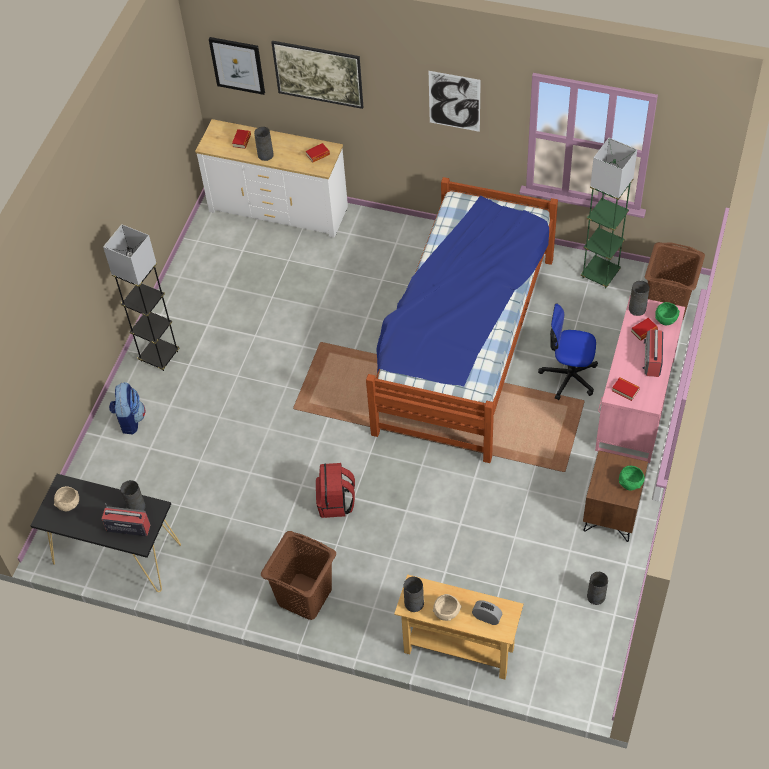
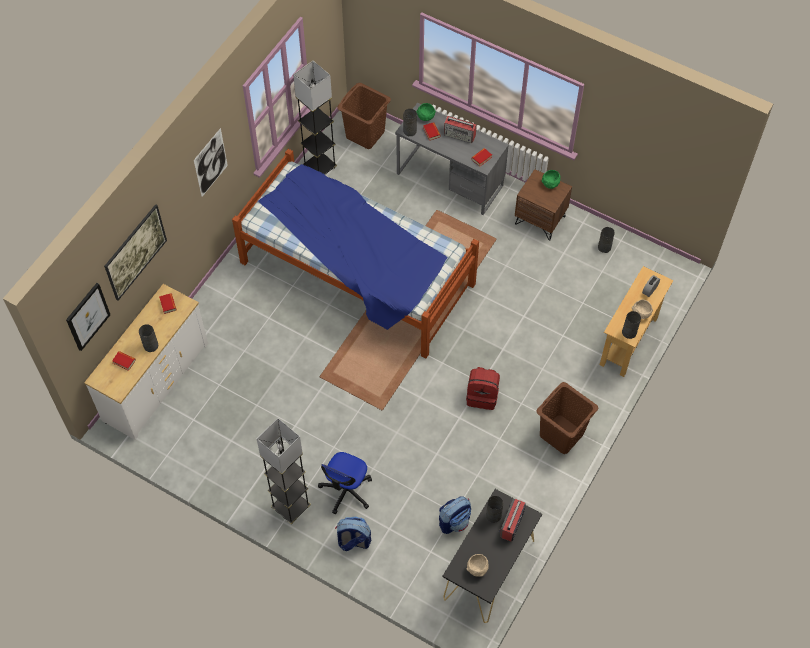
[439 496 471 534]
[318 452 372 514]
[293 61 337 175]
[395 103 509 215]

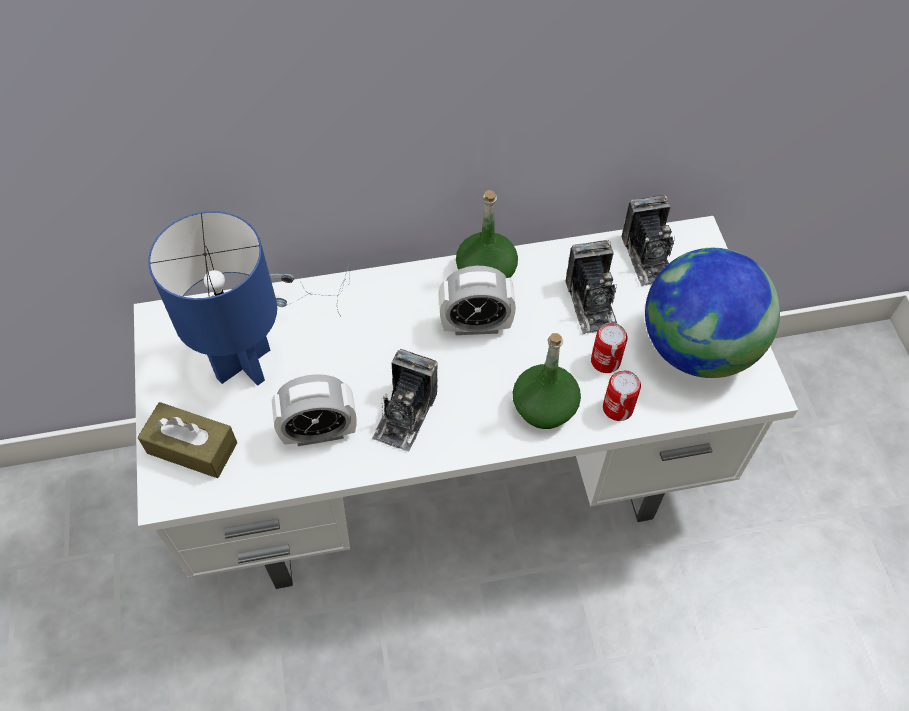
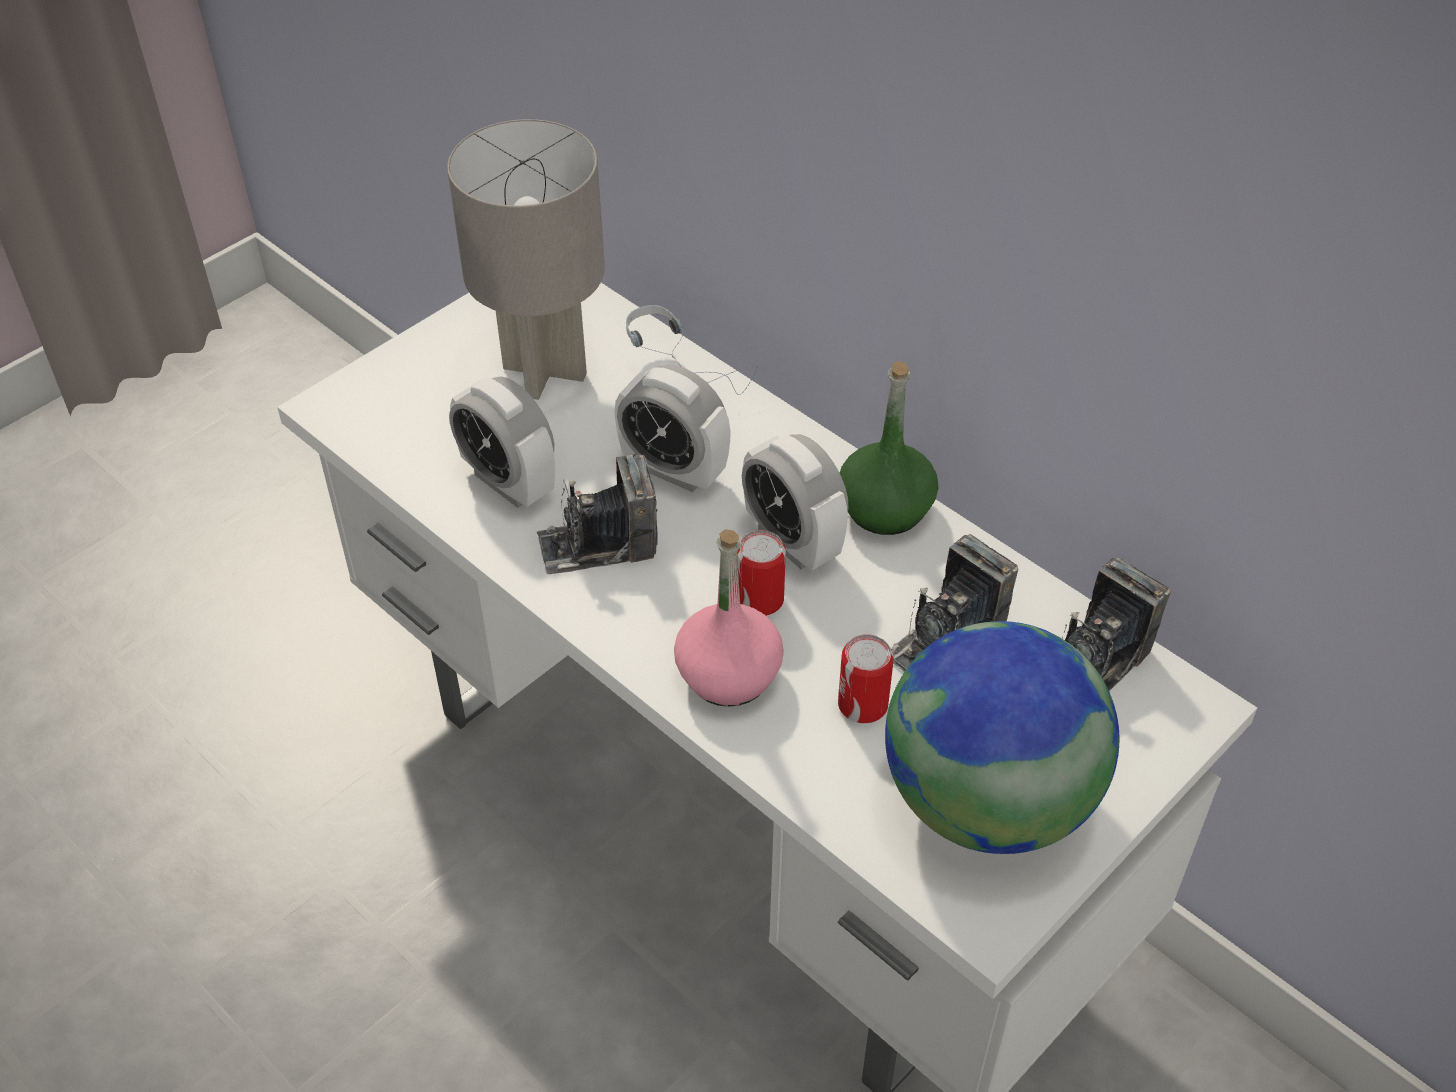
[138 402 237 478] (first image)
[615 365 731 492]
[737 530 786 616]
[447 119 605 400]
[674 529 784 707]

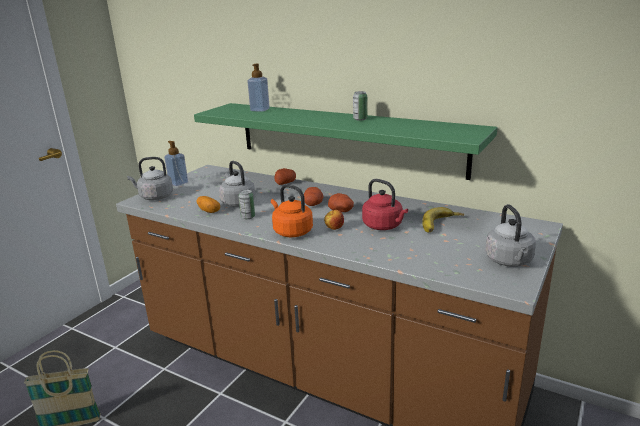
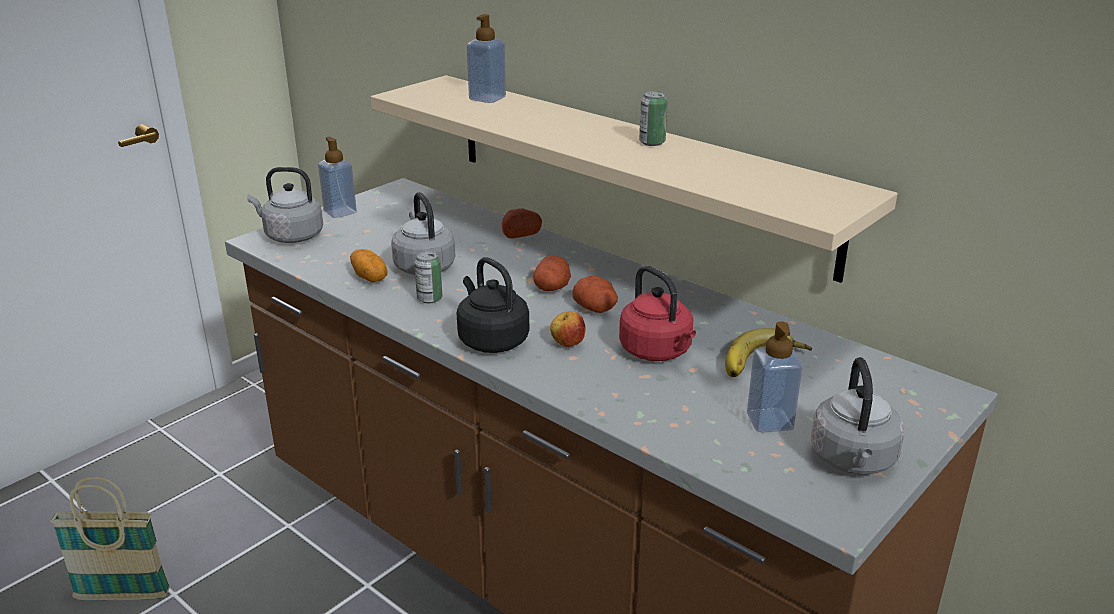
[747 321 803 432]
[371 75 898 283]
[457 257 529 353]

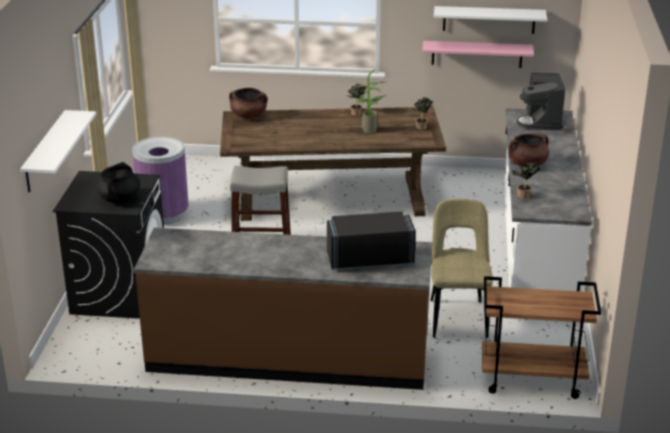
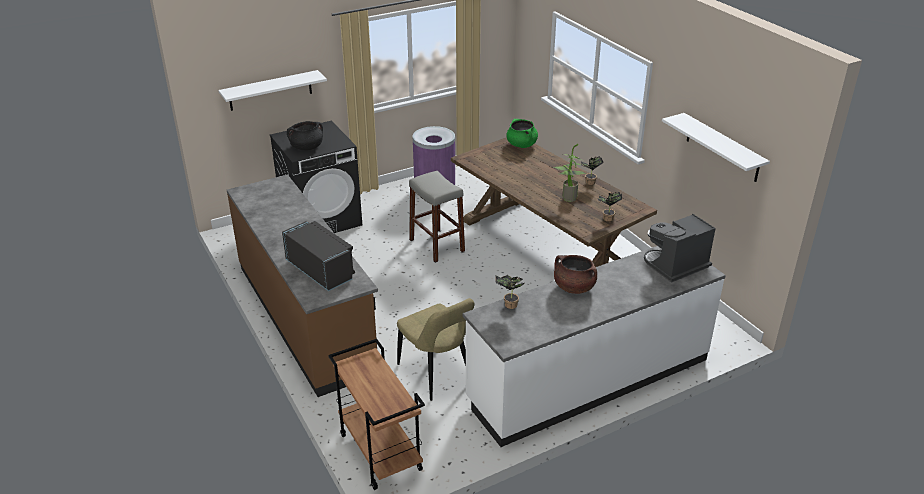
[422 41 534 68] (first image)
[506 119 538 148]
[397 298 475 401]

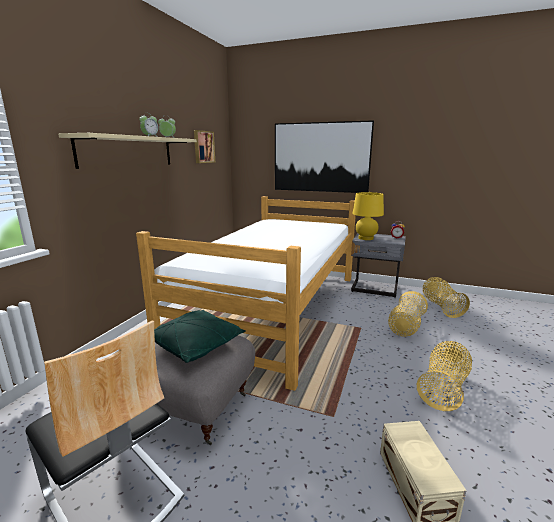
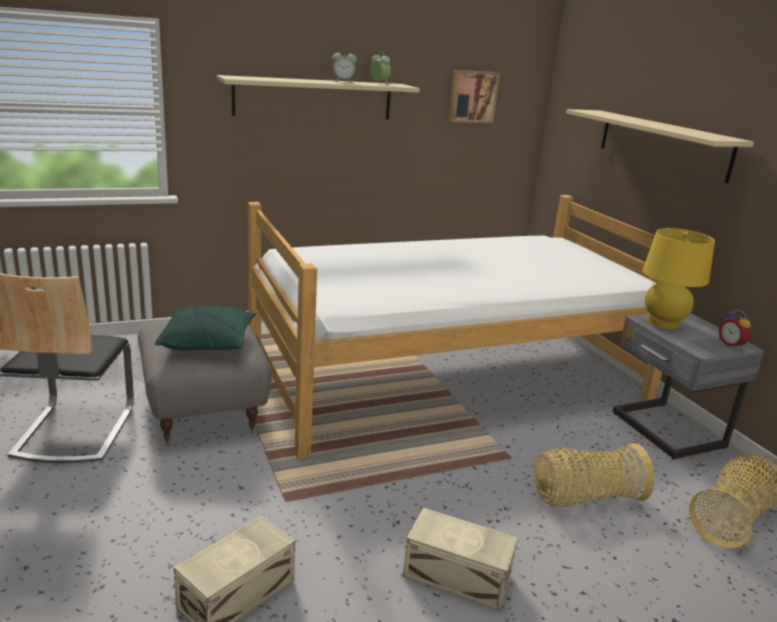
[566 109 754 183]
[403 508 518 611]

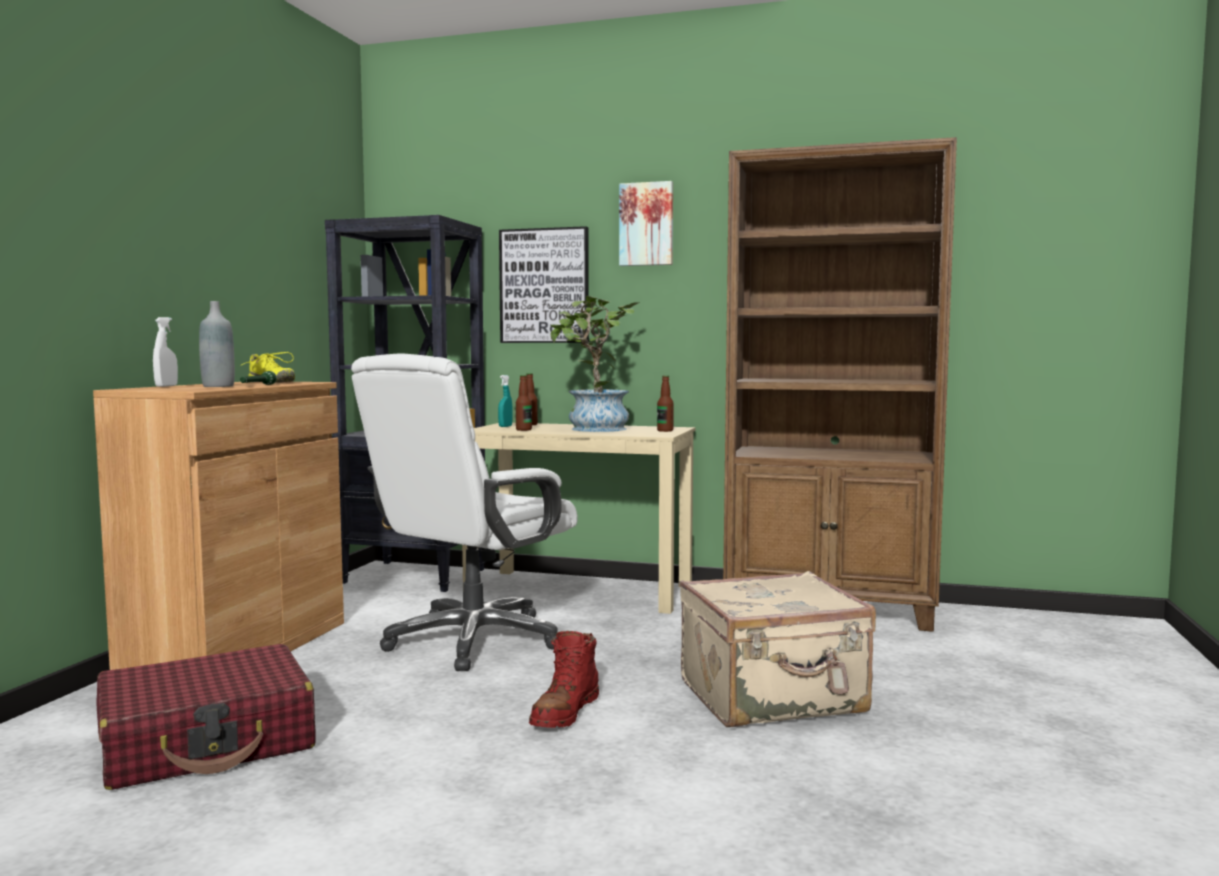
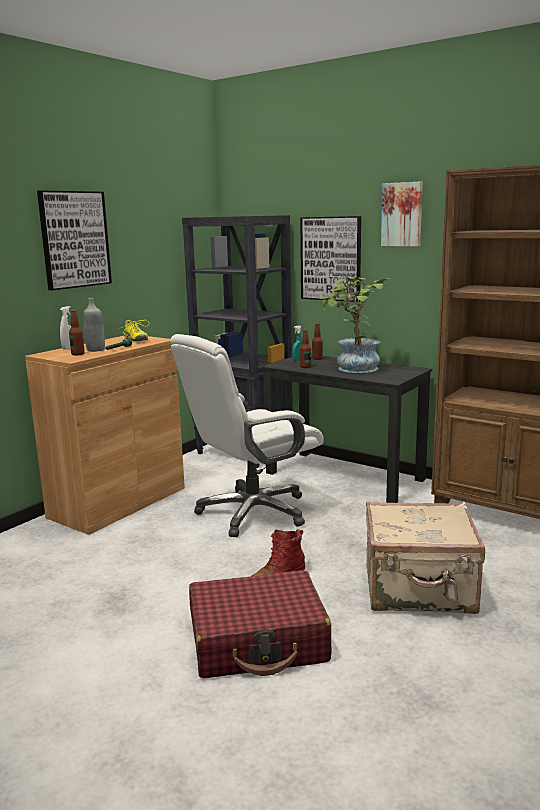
[37 190 112 290]
[189 570 332 678]
[69 310 85 356]
[262 355 432 503]

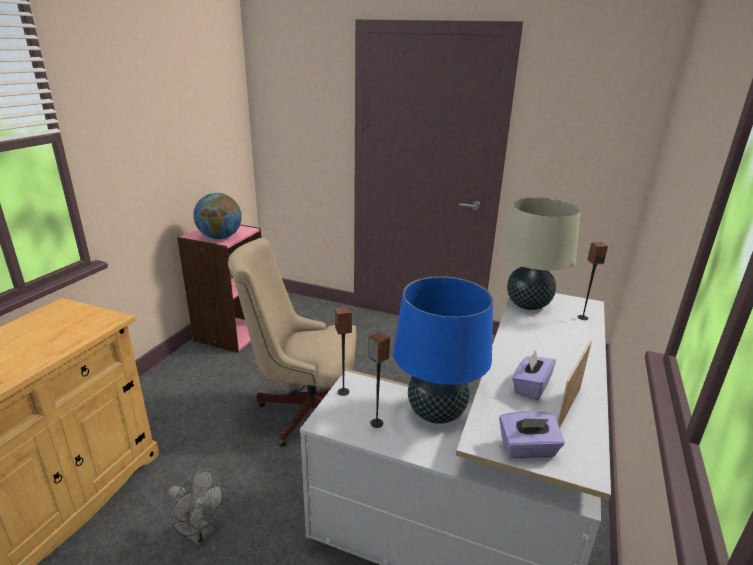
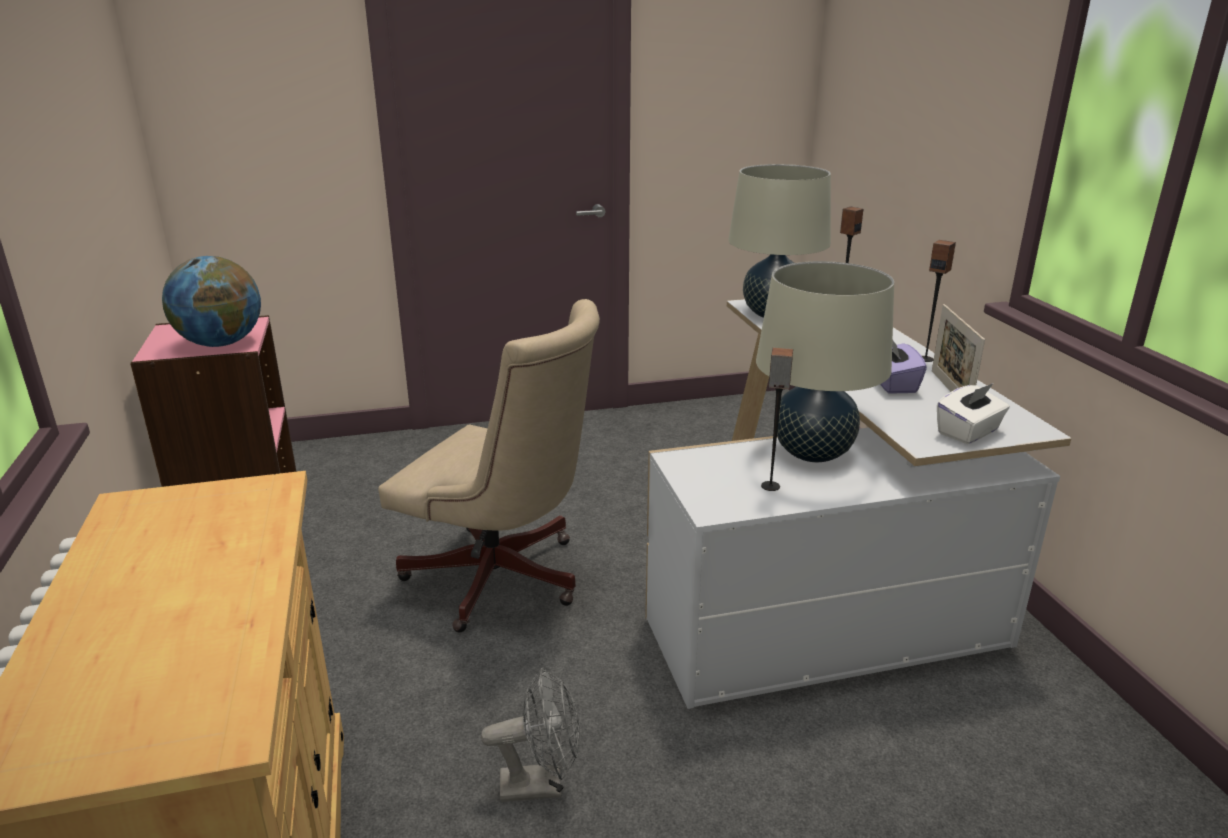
[922 240 956 362]
[756 261 894 462]
[937 383 1010 444]
[378 299 600 633]

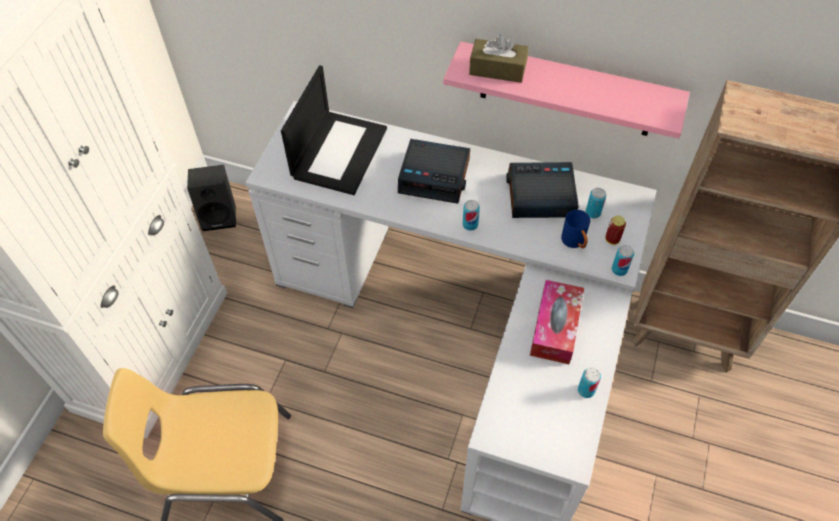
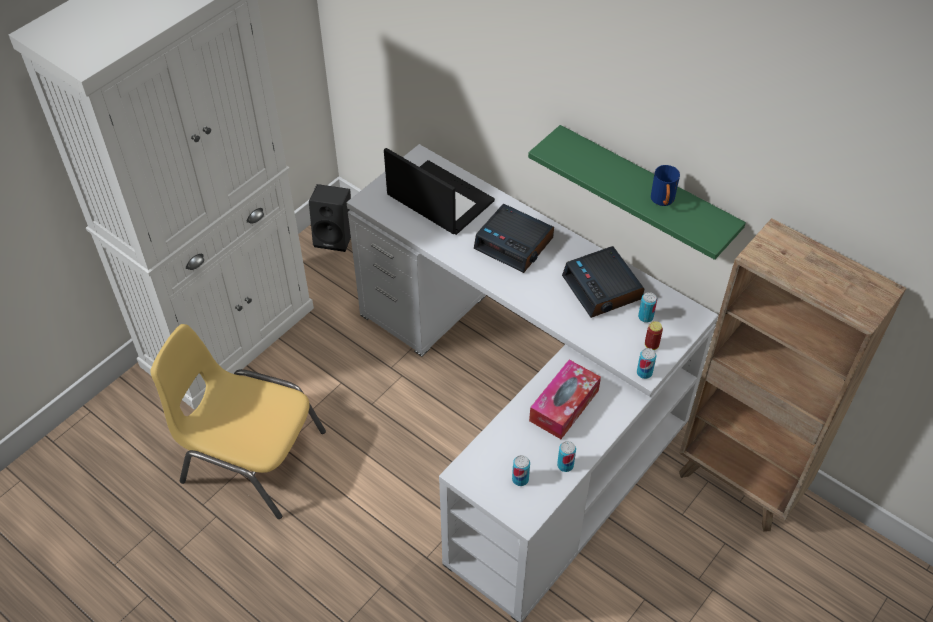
[469 35 528 83] (first image)
[512 455 530 486]
[651 165 680 206]
[528 125 746 260]
[384 148 495 235]
[562 246 644 318]

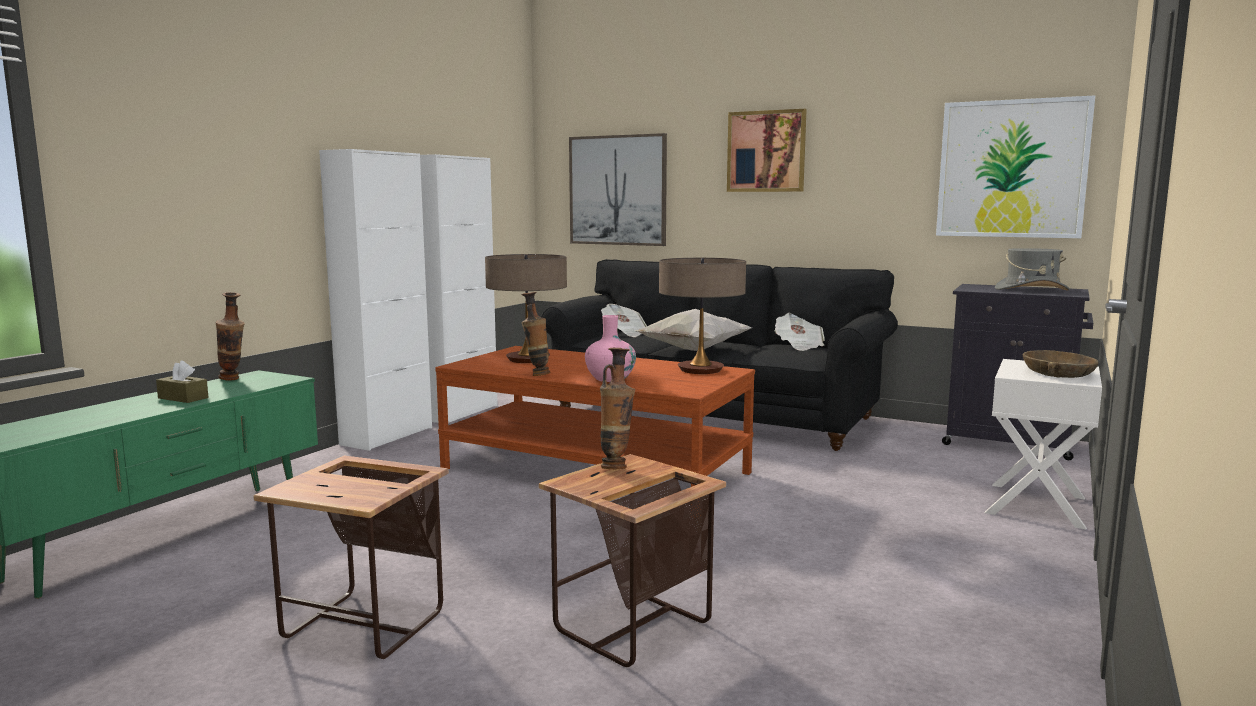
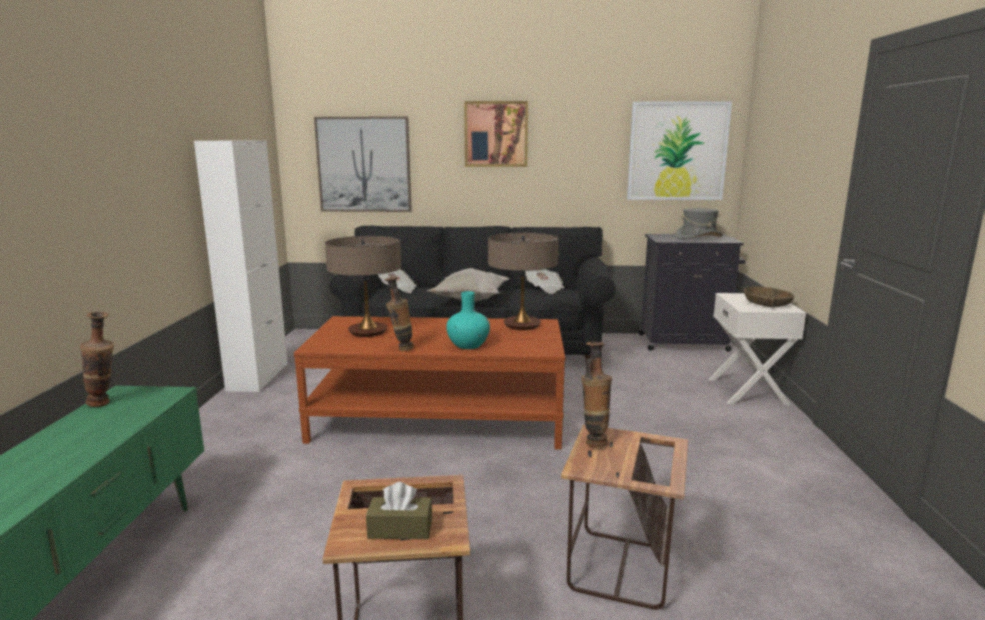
[319 149 432 451] (first image)
[366 482 432 539]
[446 291 490 349]

